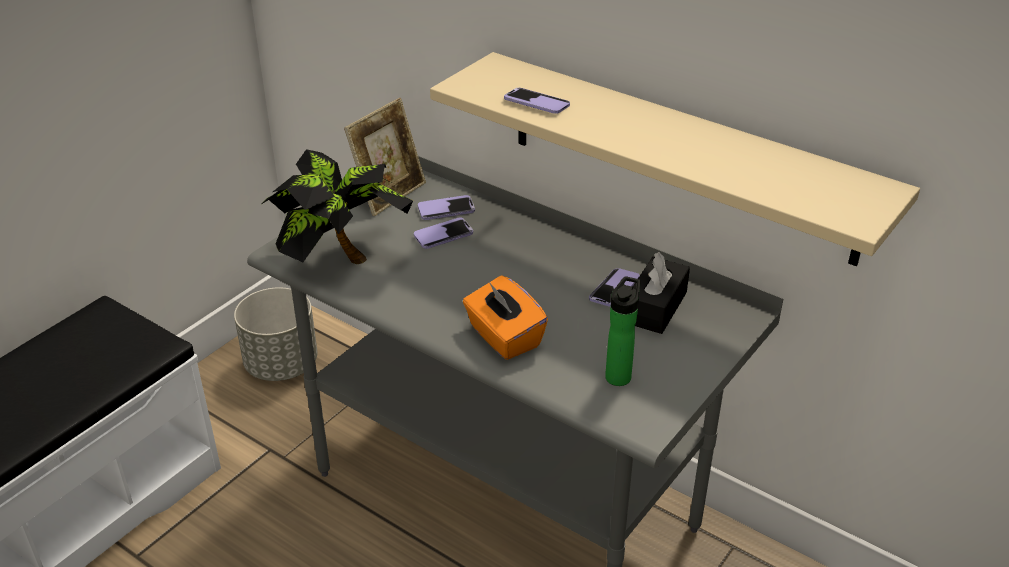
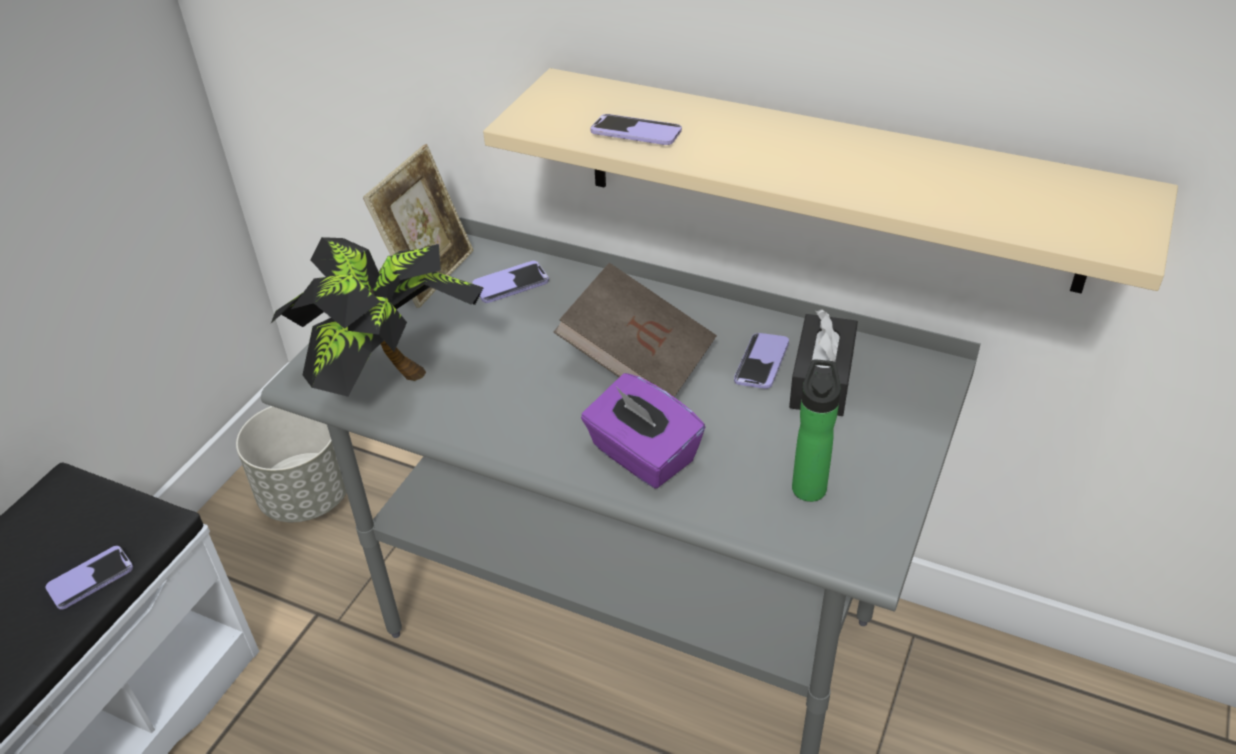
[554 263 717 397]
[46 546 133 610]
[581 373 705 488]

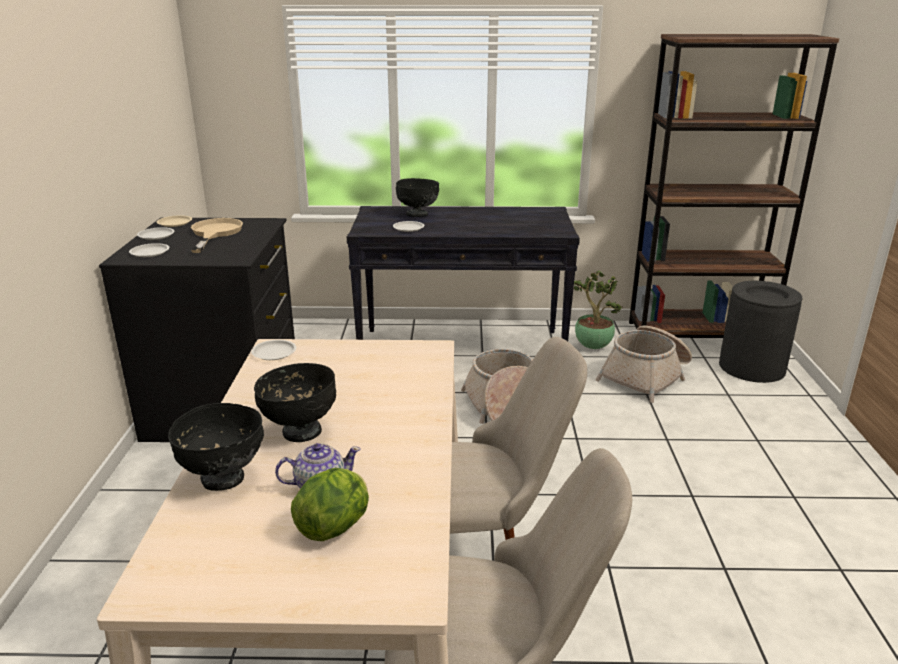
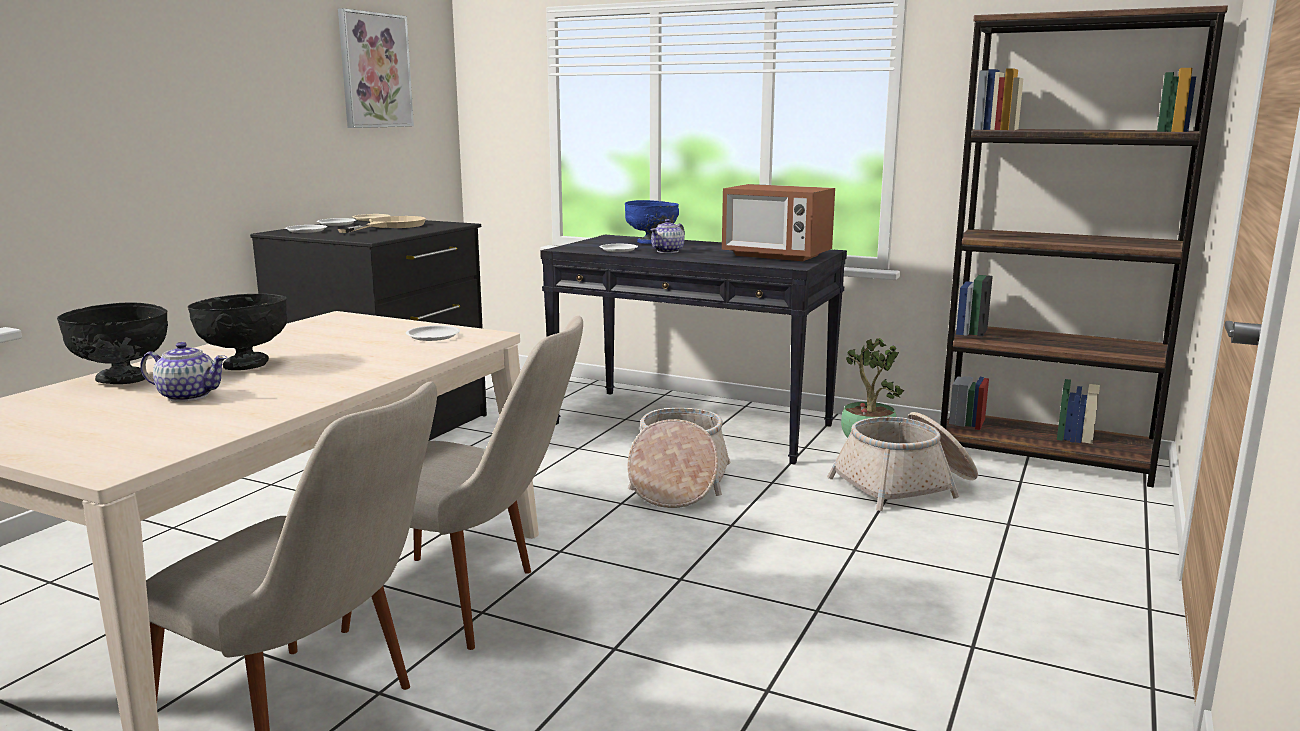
[291 468 369 541] (first image)
[719 281 803 383] (first image)
[338 8 414 128]
[650 219 685 253]
[722 184 835 261]
[406 325 460 341]
[625 200 679 244]

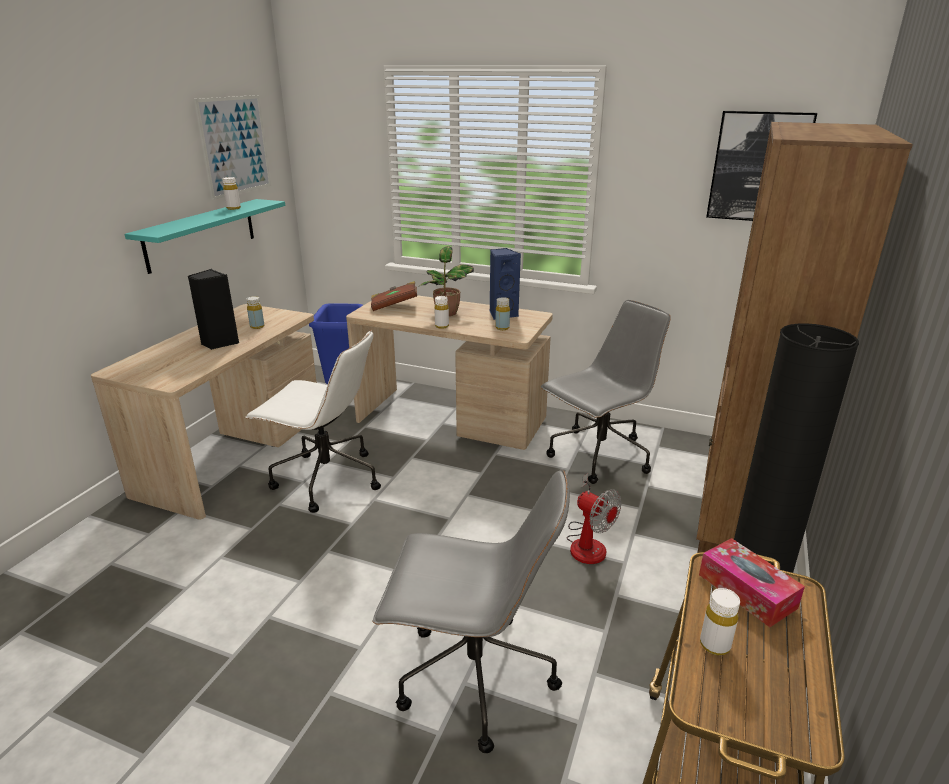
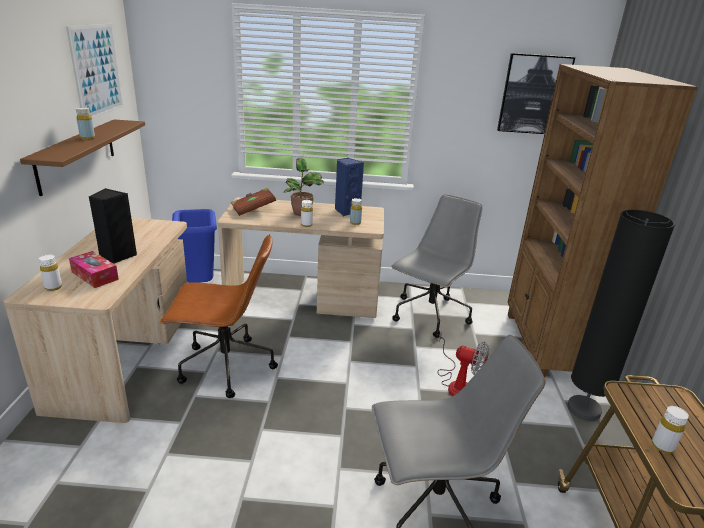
[39 254 62 291]
[76 107 95 140]
[69 251 119 288]
[20 119 145 196]
[160 234 278 398]

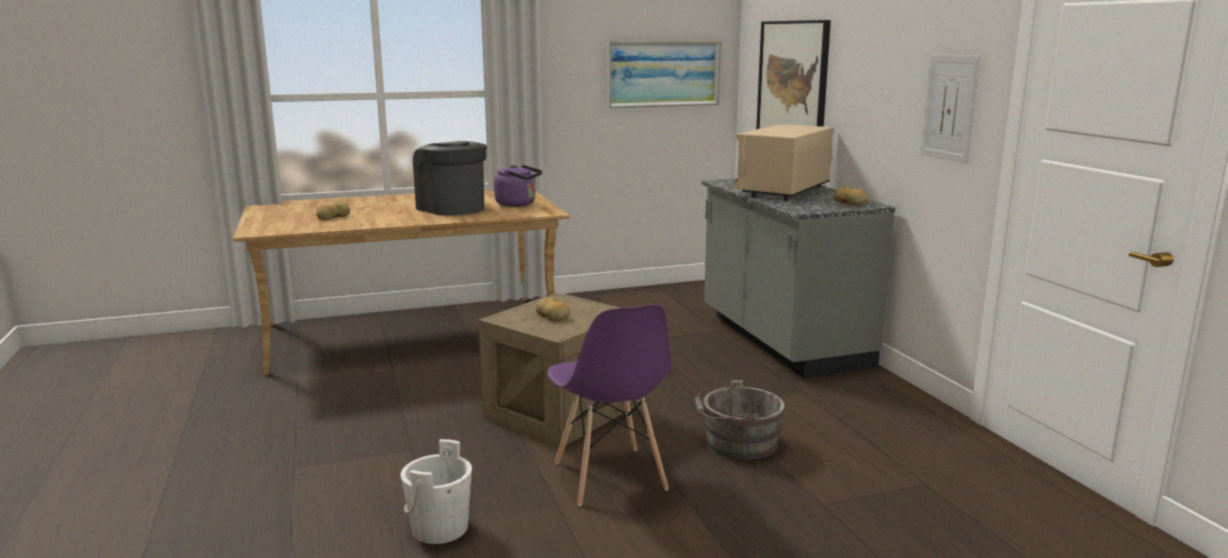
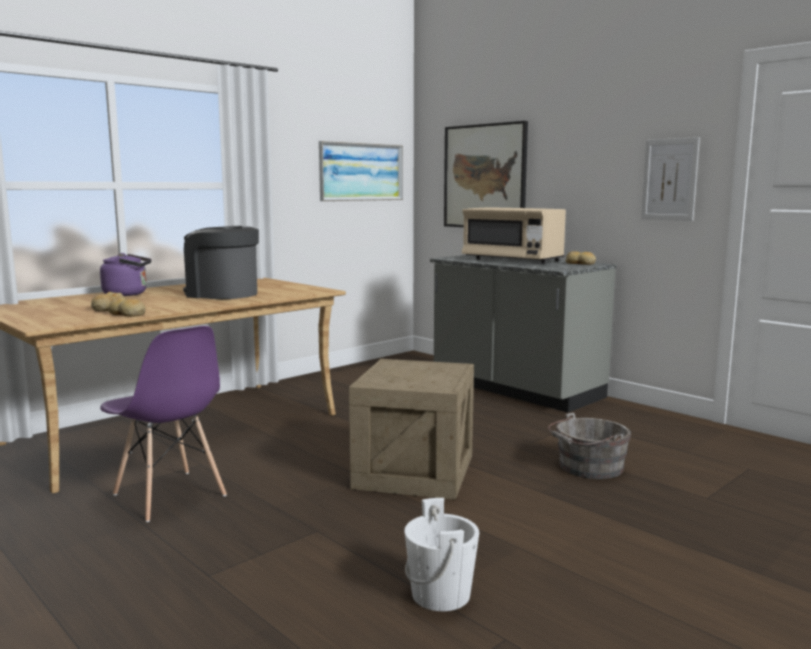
[100 253 151 296]
[108 298 145 317]
[100 326 227 522]
[462 207 566 264]

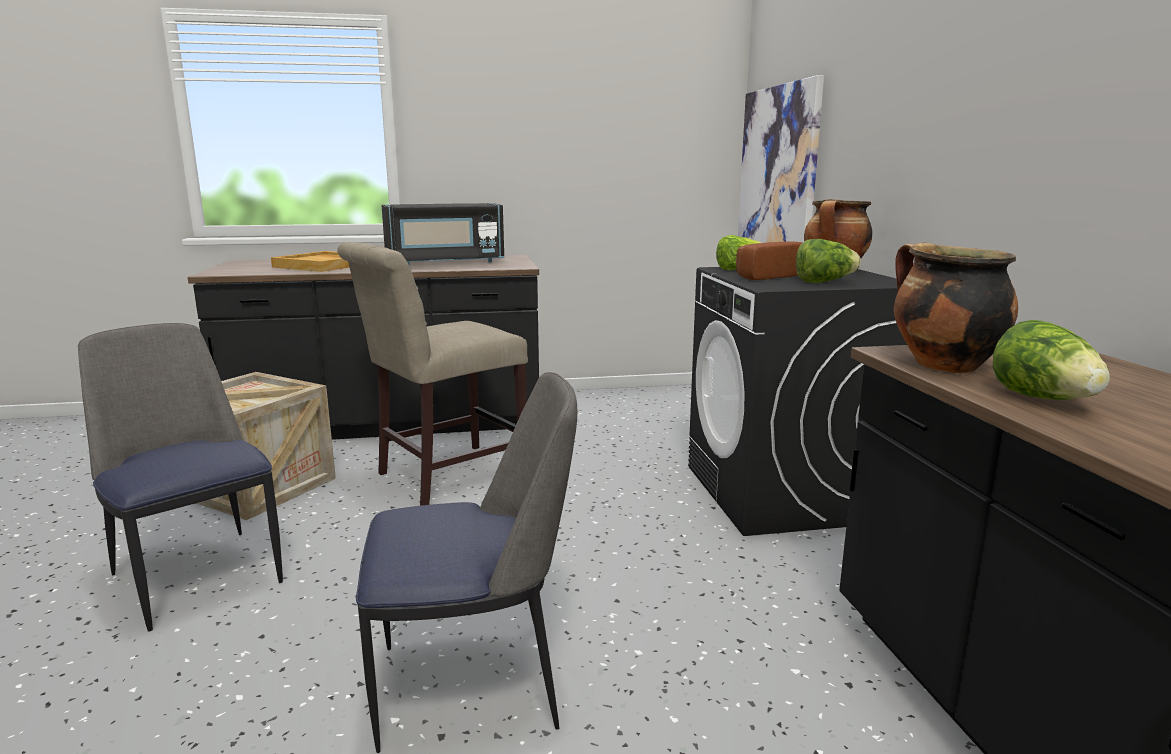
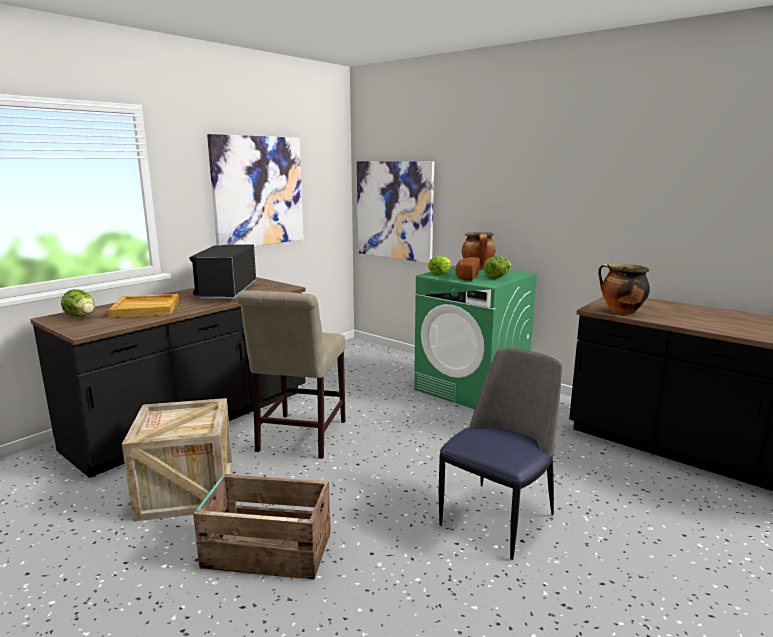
[207 134 304 246]
[61 289 95 317]
[193 474 331 579]
[414 265 538 409]
[189 244 256 300]

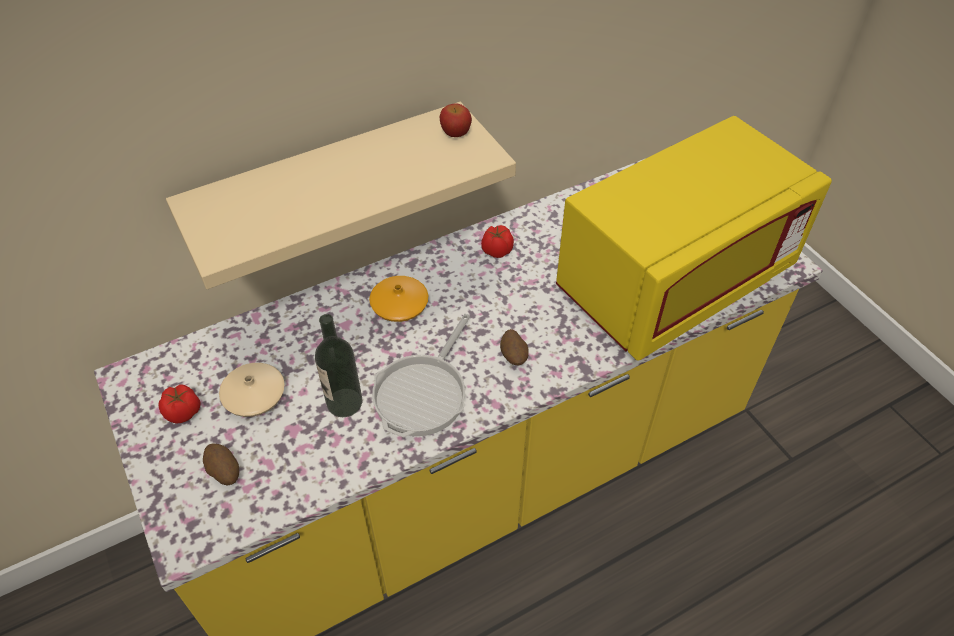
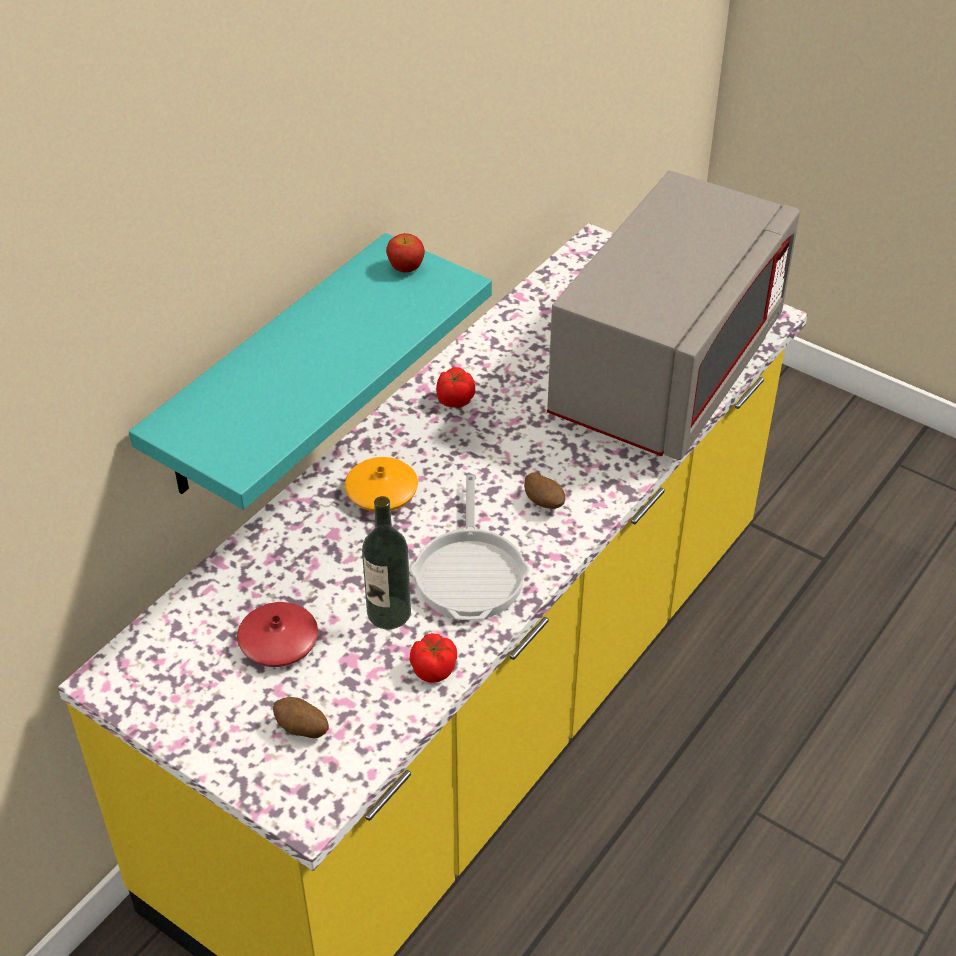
[410 633 457 683]
[129 233 492 510]
[237 602 318 667]
[547 171 800 460]

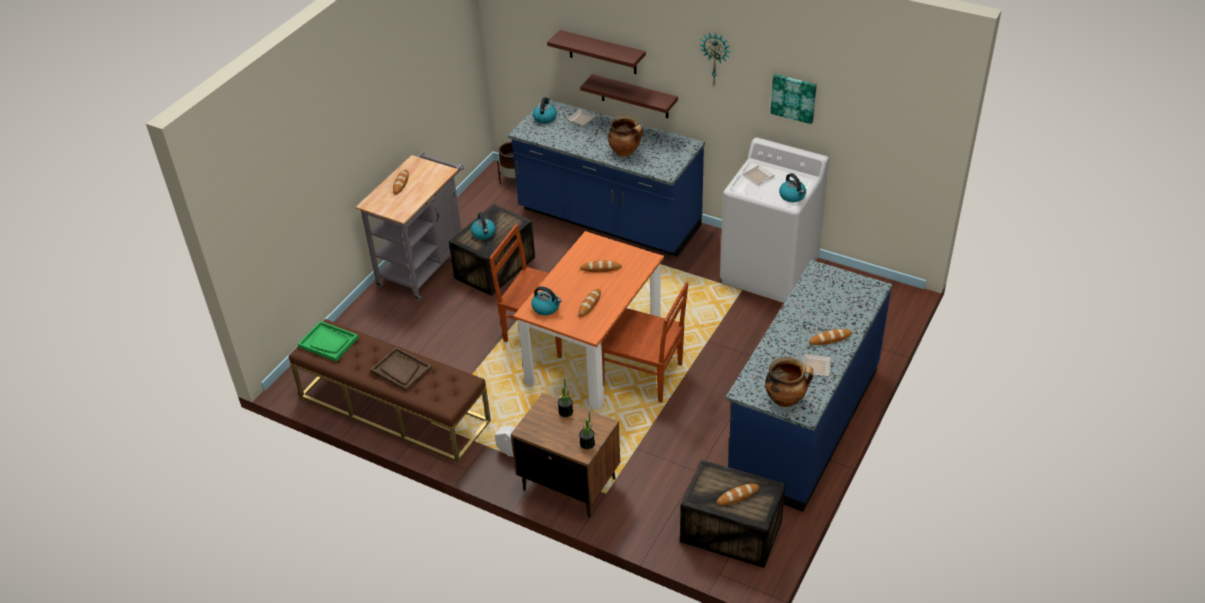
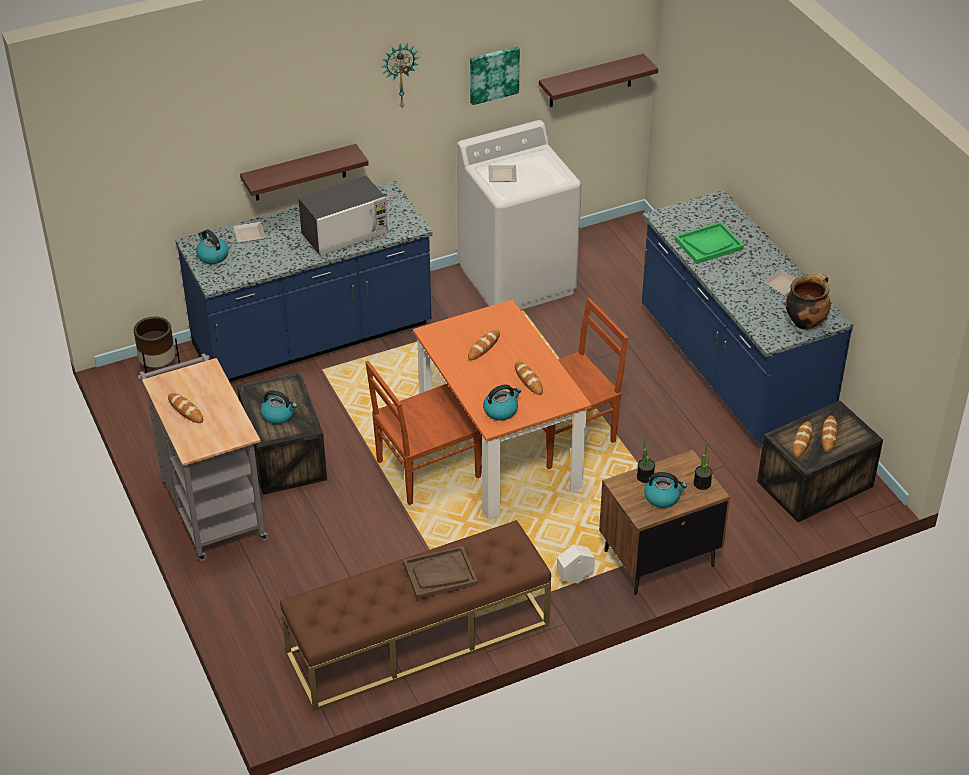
[675 222 744 264]
[539 54 658 107]
[644 472 687 508]
[793 422 812 457]
[298 176 388 256]

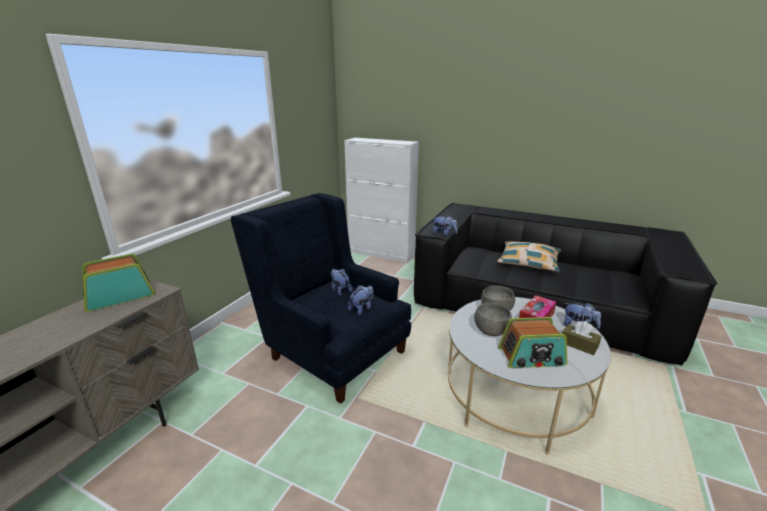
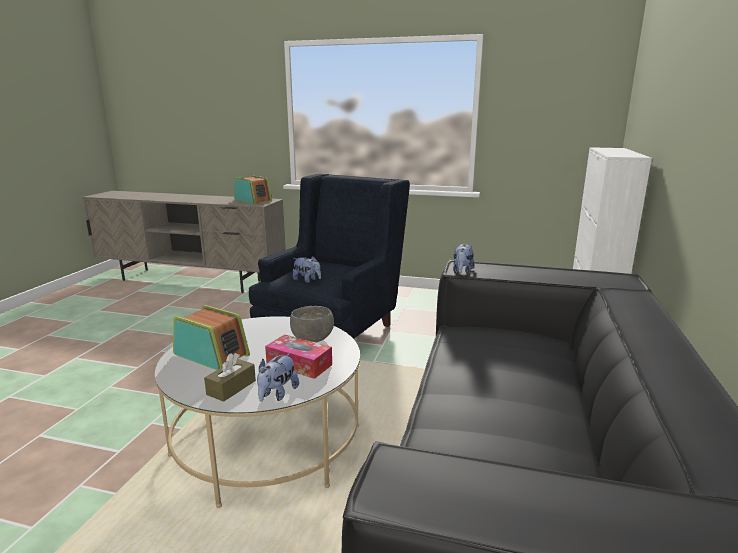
[331 269 352 296] (first image)
[474 303 512 336] (first image)
[497 241 561 272] (first image)
[173 305 250 370]

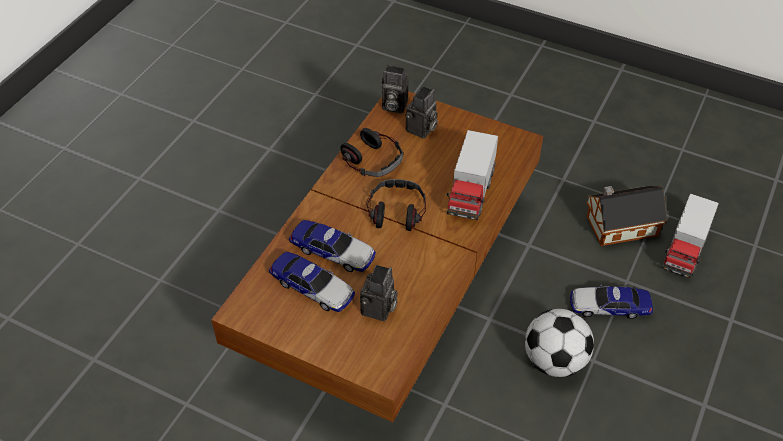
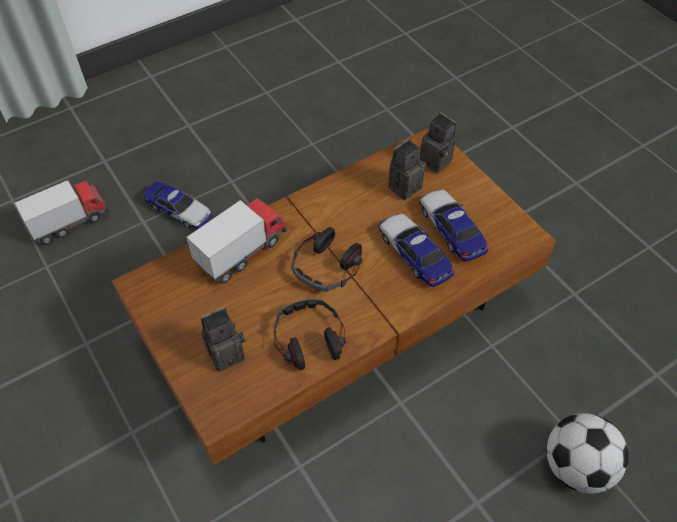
[587 186 667 246] (first image)
[420 112 457 173]
[547 413 629 494]

